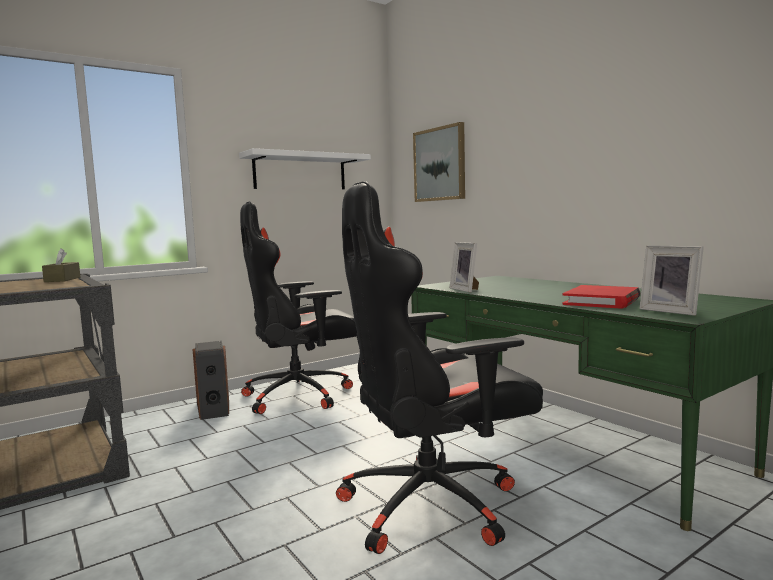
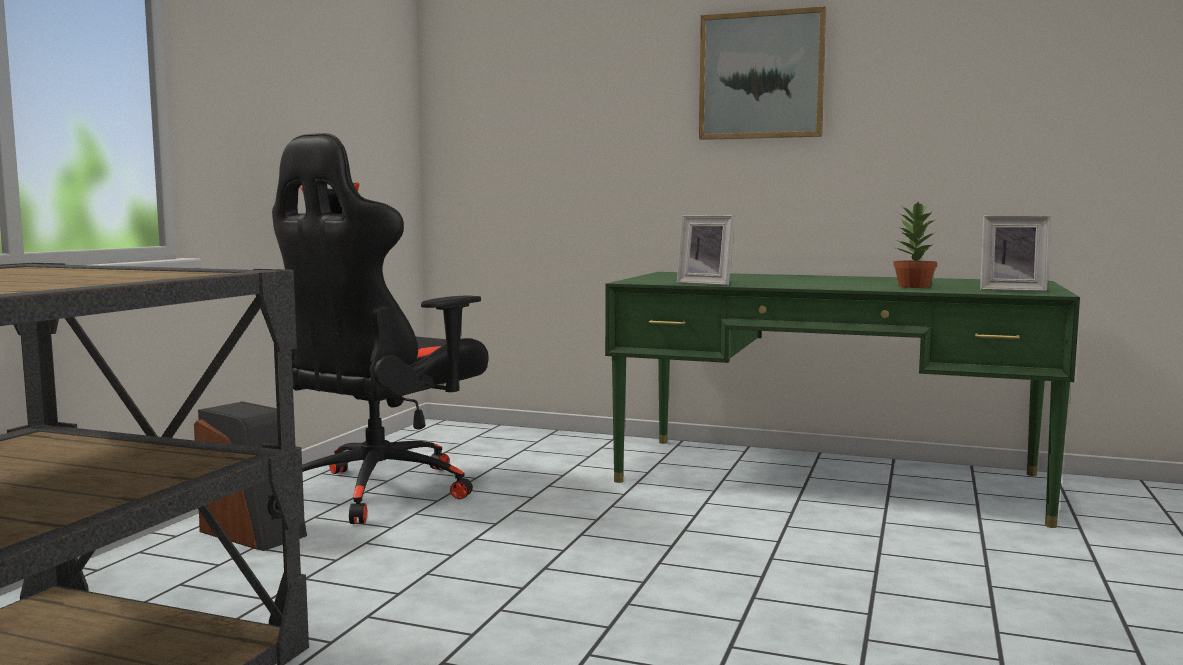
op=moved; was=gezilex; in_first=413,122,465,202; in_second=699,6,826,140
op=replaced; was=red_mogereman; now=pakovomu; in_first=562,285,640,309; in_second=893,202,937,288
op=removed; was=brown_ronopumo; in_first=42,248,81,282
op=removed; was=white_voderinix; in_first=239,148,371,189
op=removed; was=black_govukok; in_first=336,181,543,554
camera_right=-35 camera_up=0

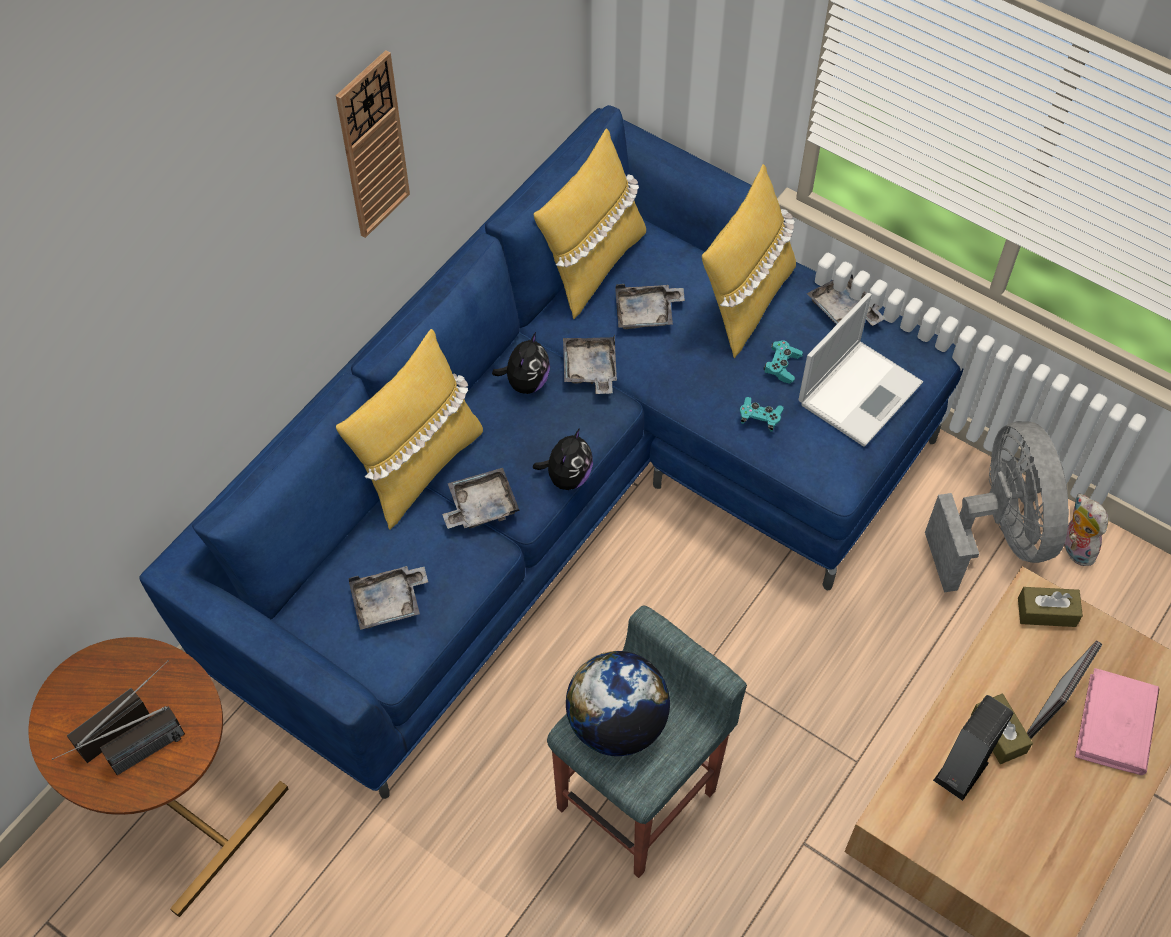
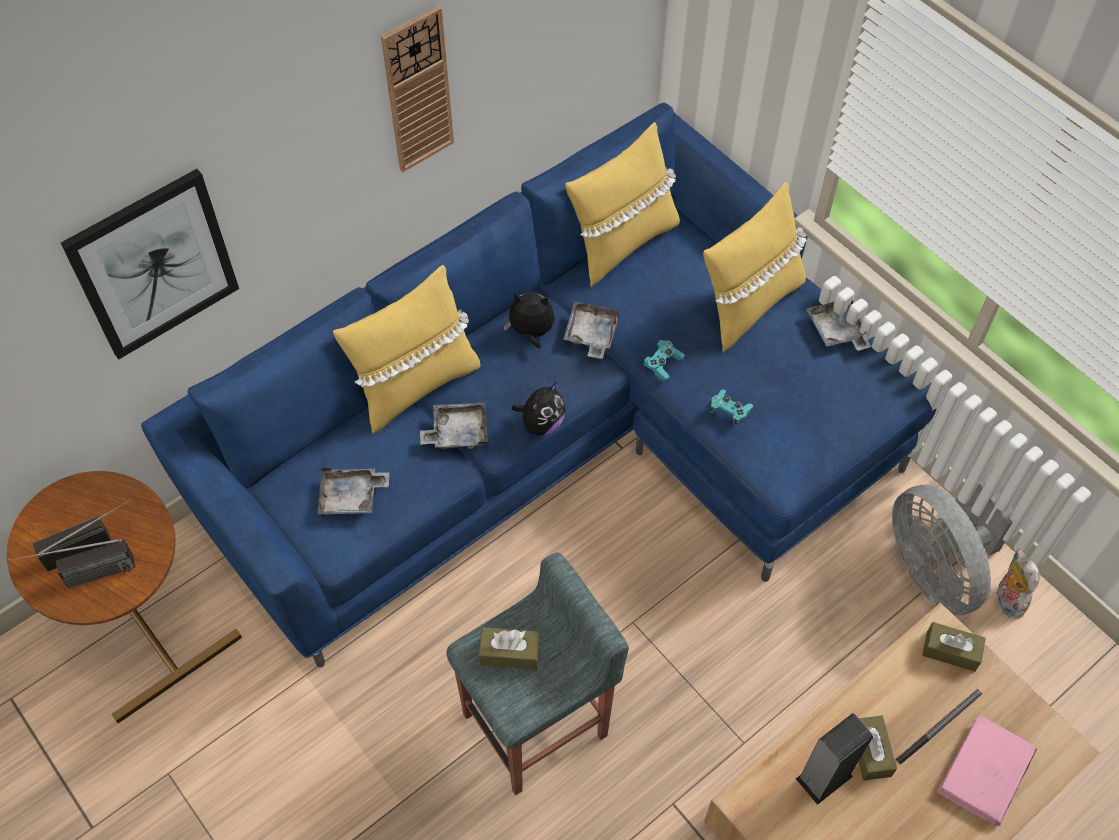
op=added; now=gezilex; in_second=61,169,239,359
op=replaced; was=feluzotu; now=brown_ronopumo; in_first=566,651,670,756; in_second=479,627,540,669
op=turned; was=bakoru; in_first=492,332,550,394; in_second=503,292,555,348; clockwise=-120
op=moved; was=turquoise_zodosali; in_first=764,340,803,384; in_second=643,340,685,381
op=turned; was=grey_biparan; in_first=925,421,1069,592; in_second=892,471,1013,616; clockwise=150
op=removed; was=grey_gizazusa; in_first=615,284,685,329
op=removed; was=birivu; in_first=798,293,923,447
camera_right=15 camera_up=0

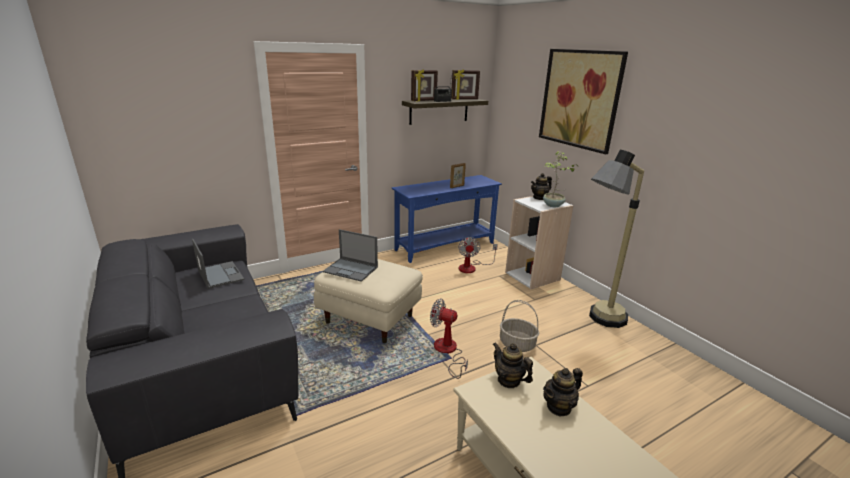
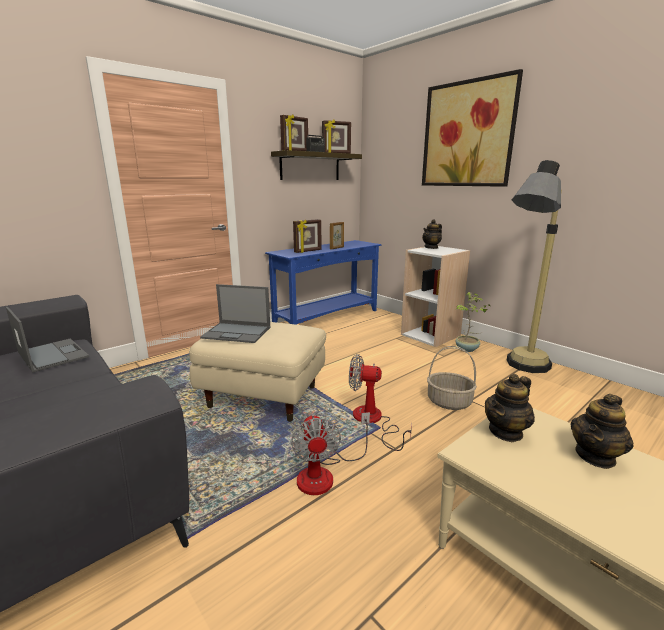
op=moved; was=biparan; in_first=458,237,498,273; in_second=291,412,370,495
op=added; now=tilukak; in_second=293,219,321,253
op=moved; was=pakovomu; in_first=543,151,578,207; in_second=456,292,491,352
op=turned; was=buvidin; in_first=493,342,533,388; in_second=485,374,535,442; clockwise=-75
camera_right=-10 camera_up=-5

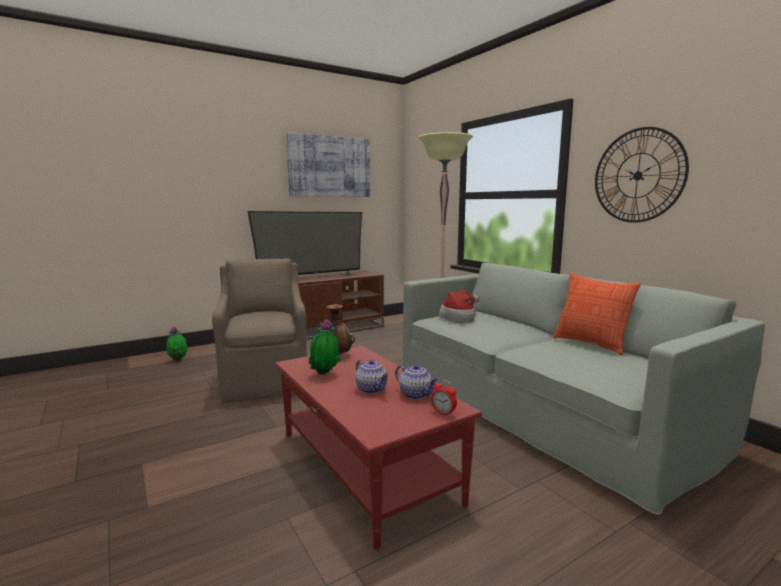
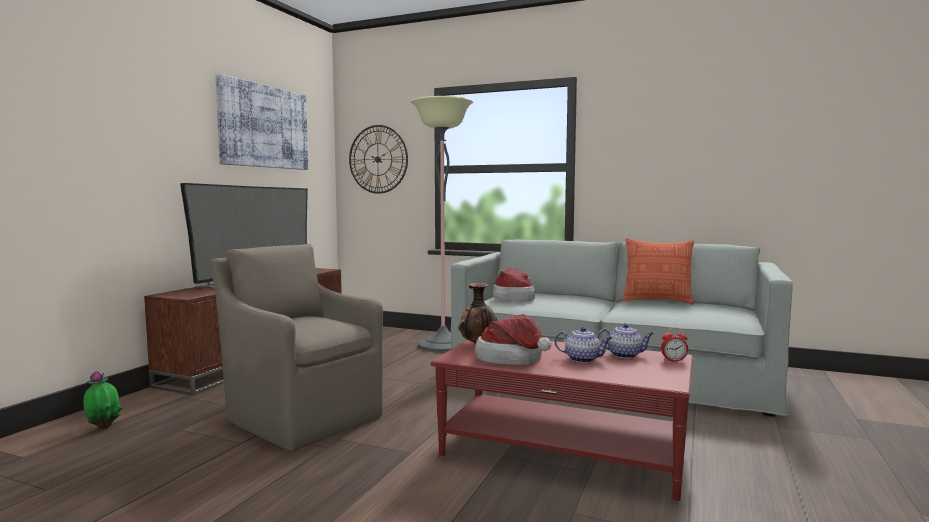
op=moved; was=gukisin; in_first=595,127,689,223; in_second=349,125,408,194
op=replaced; was=pakovomu; now=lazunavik; in_first=308,319,341,375; in_second=475,314,551,365
camera_right=-35 camera_up=-5

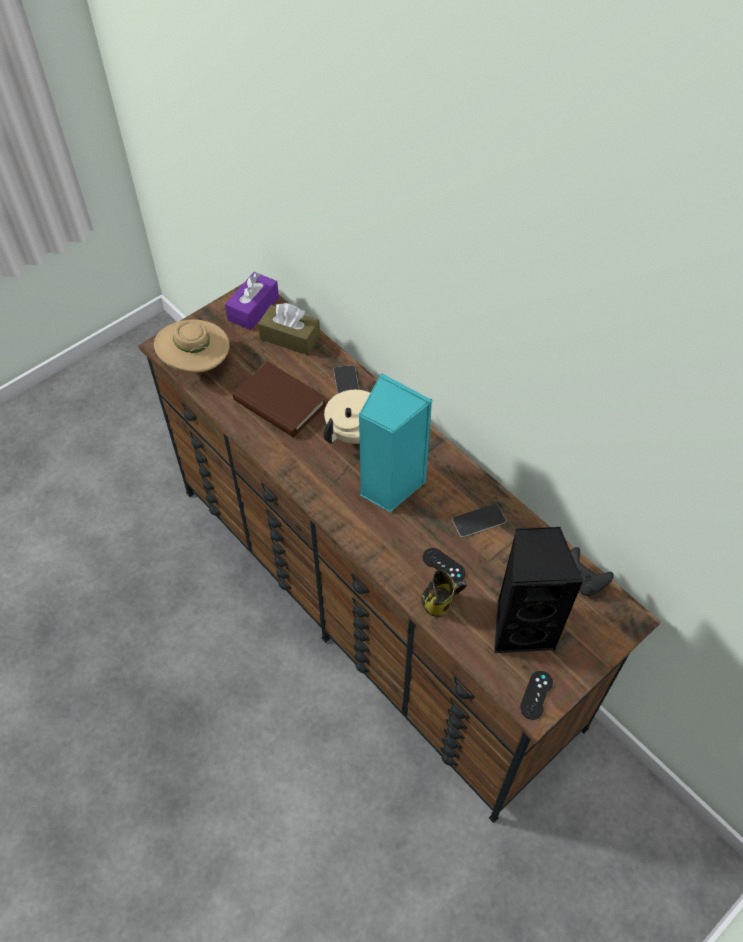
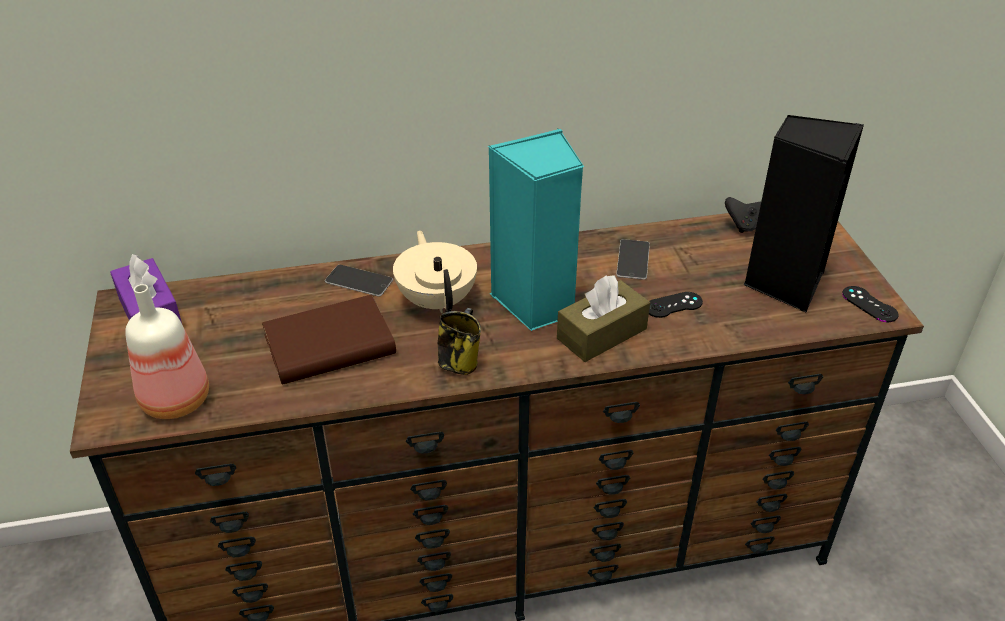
op=replaced; was=beige_lazunavik; now=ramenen; in_first=154,319,230,373; in_second=125,284,209,419
op=moved; was=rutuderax; in_first=421,570,467,617; in_second=437,308,481,375
op=moved; was=brown_ronopumo; in_first=258,303,320,355; in_second=557,275,650,362
camera_right=-60 camera_up=-15

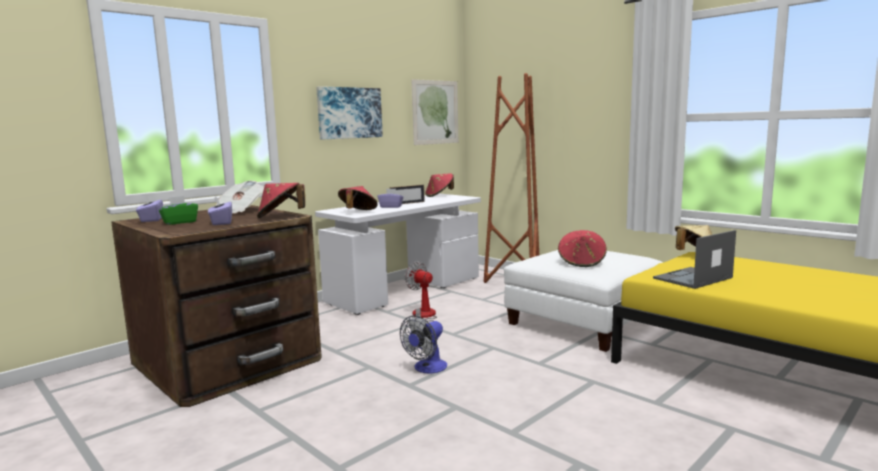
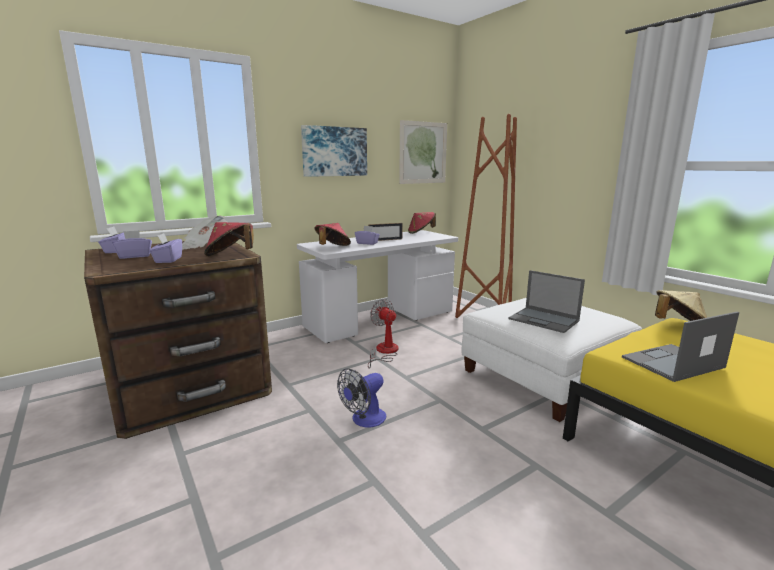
op=recoloured; was=green_ronopumo; now=purple_ronopumo; in_first=159,196,198,225; in_second=112,230,152,259
op=replaced; was=red_lazunavik; now=birivu; in_first=558,230,607,267; in_second=509,270,585,333
camera_right=10 camera_up=5

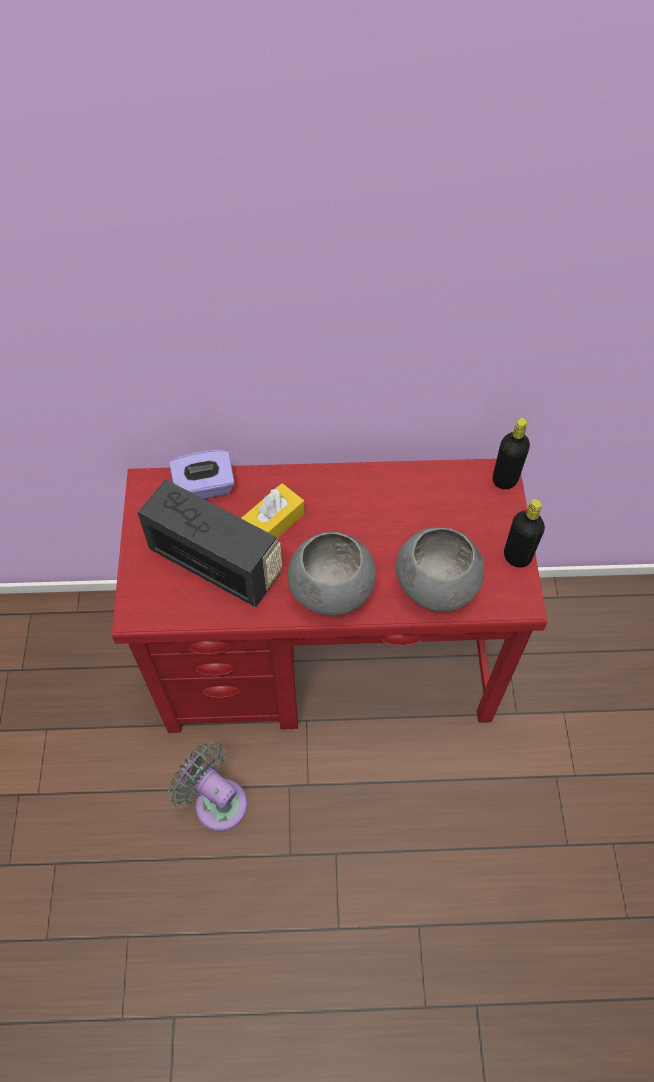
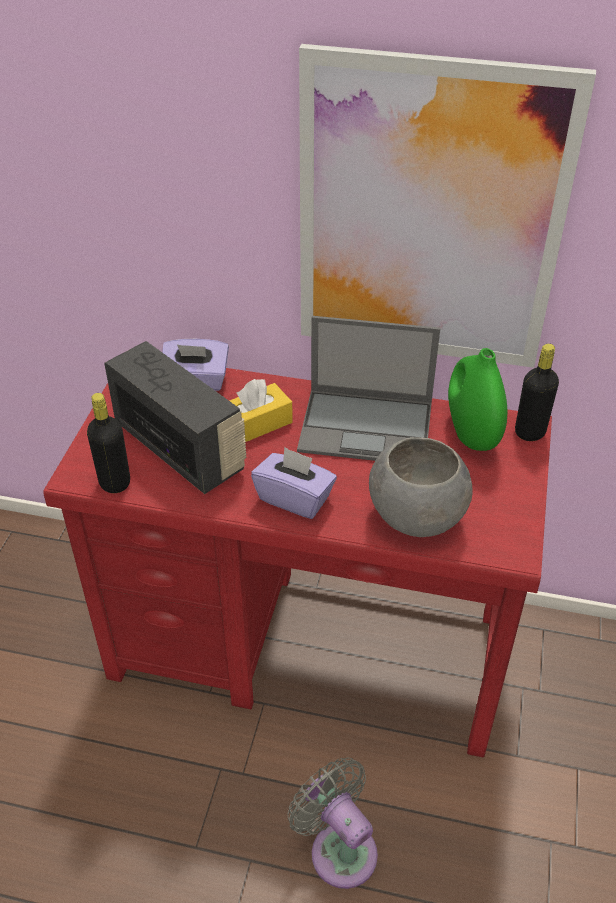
op=moved; was=black_ramenen; in_first=504,499,545,567; in_second=87,393,130,493
op=replaced; was=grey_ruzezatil; now=purple_ronopumo; in_first=288,532,376,616; in_second=251,447,337,519
op=moved; was=grey_biparan; in_first=168,741,247,831; in_second=288,757,378,889
op=added; now=birivu; in_second=297,316,440,461
op=added; now=gezilex; in_second=299,44,596,368
op=added; now=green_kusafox; in_second=448,348,508,451
camera_right=15 camera_up=-15

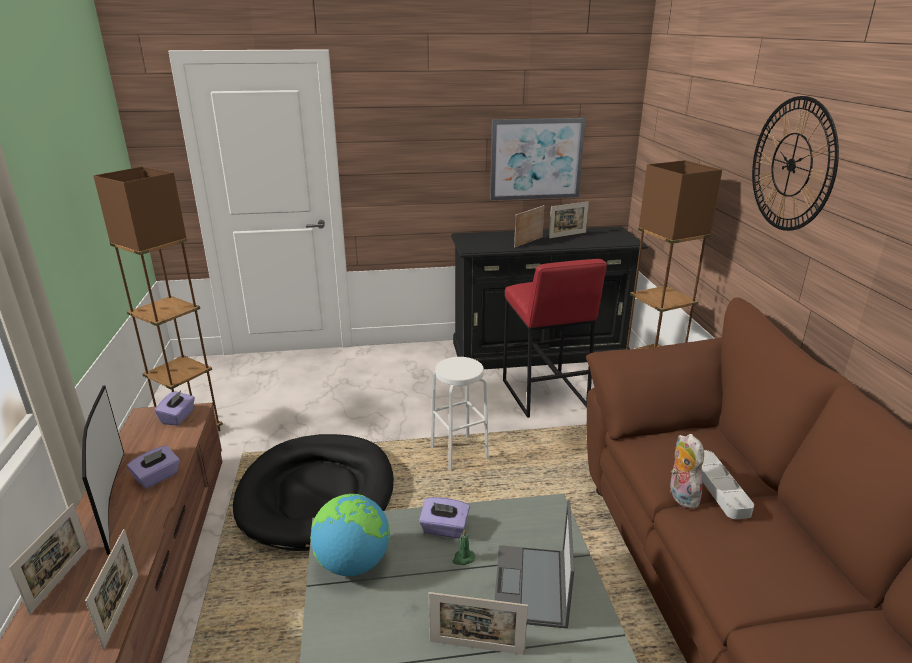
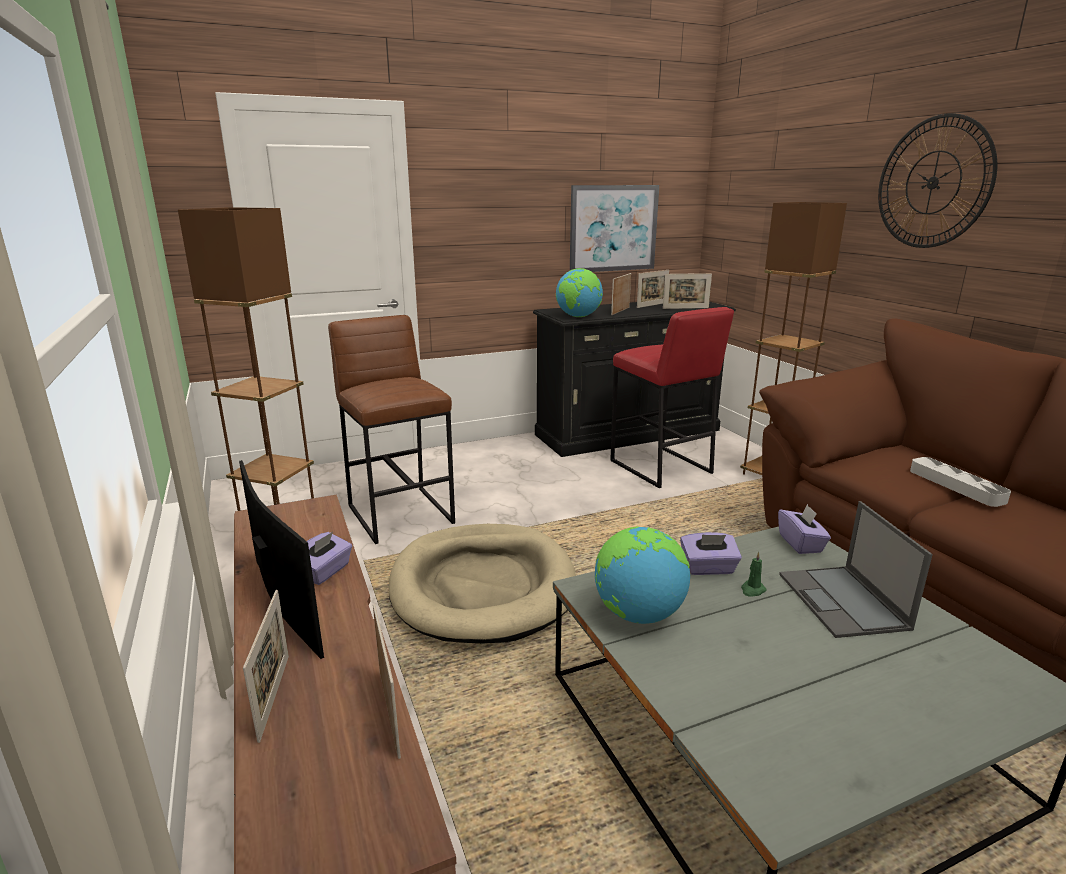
op=added; now=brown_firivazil; in_second=328,315,455,544
op=recoloured; was=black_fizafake; now=beige_fizafake; in_first=233,434,394,551; in_second=389,524,576,644
op=added; now=feluzotu; in_second=556,268,603,317
op=moved; was=tilukak; in_first=429,592,528,655; in_second=663,273,712,309
op=moved; was=purple_ronopumo; in_first=155,390,195,425; in_second=778,504,831,554
op=removed; was=white_firivazil; in_first=431,357,489,471
op=removed; was=bakoru; in_first=670,434,704,508
camera_right=-15 camera_up=-5

